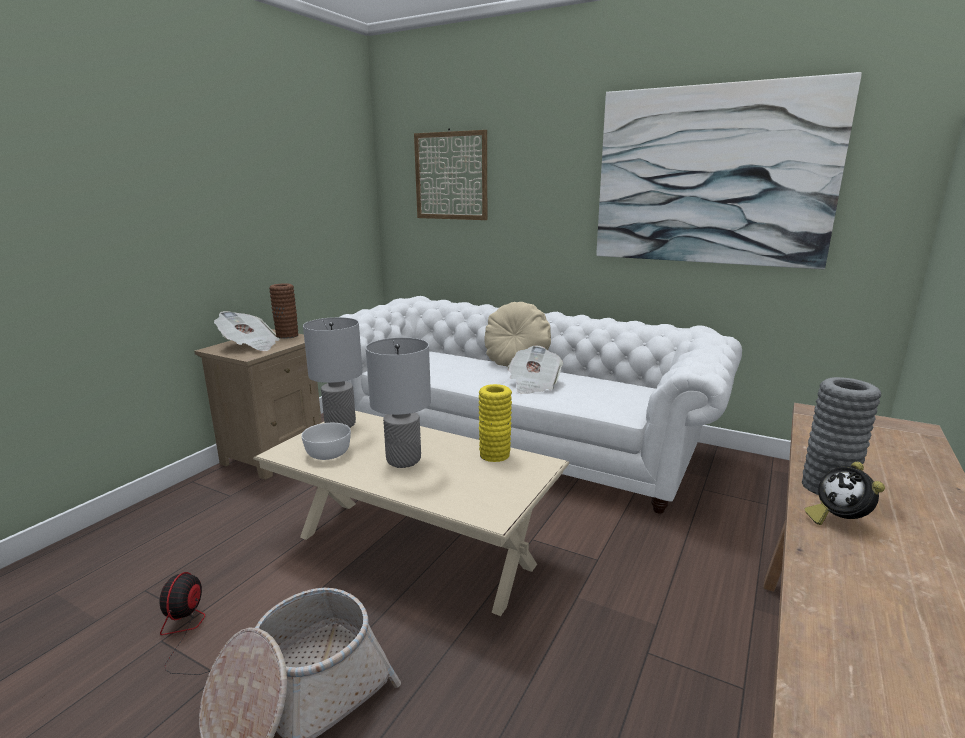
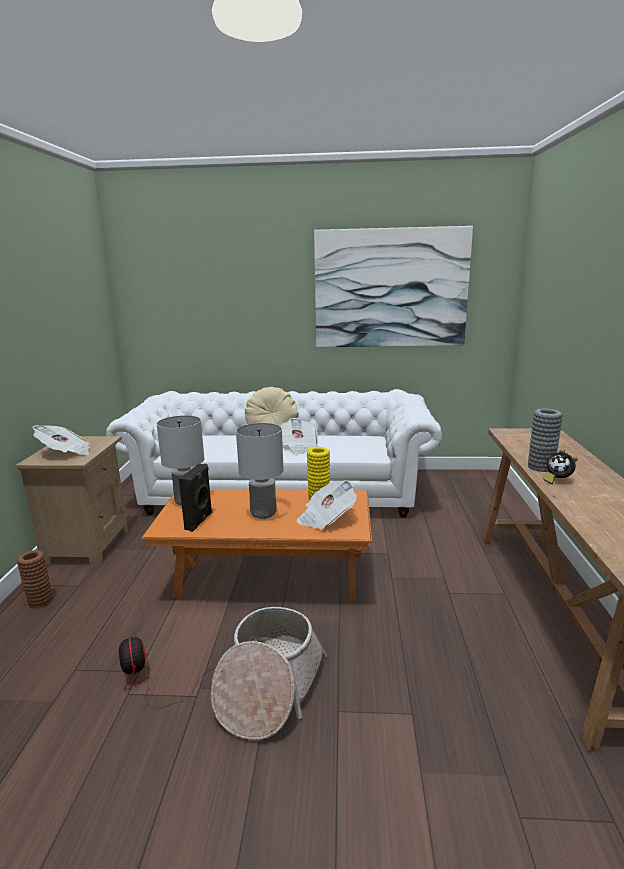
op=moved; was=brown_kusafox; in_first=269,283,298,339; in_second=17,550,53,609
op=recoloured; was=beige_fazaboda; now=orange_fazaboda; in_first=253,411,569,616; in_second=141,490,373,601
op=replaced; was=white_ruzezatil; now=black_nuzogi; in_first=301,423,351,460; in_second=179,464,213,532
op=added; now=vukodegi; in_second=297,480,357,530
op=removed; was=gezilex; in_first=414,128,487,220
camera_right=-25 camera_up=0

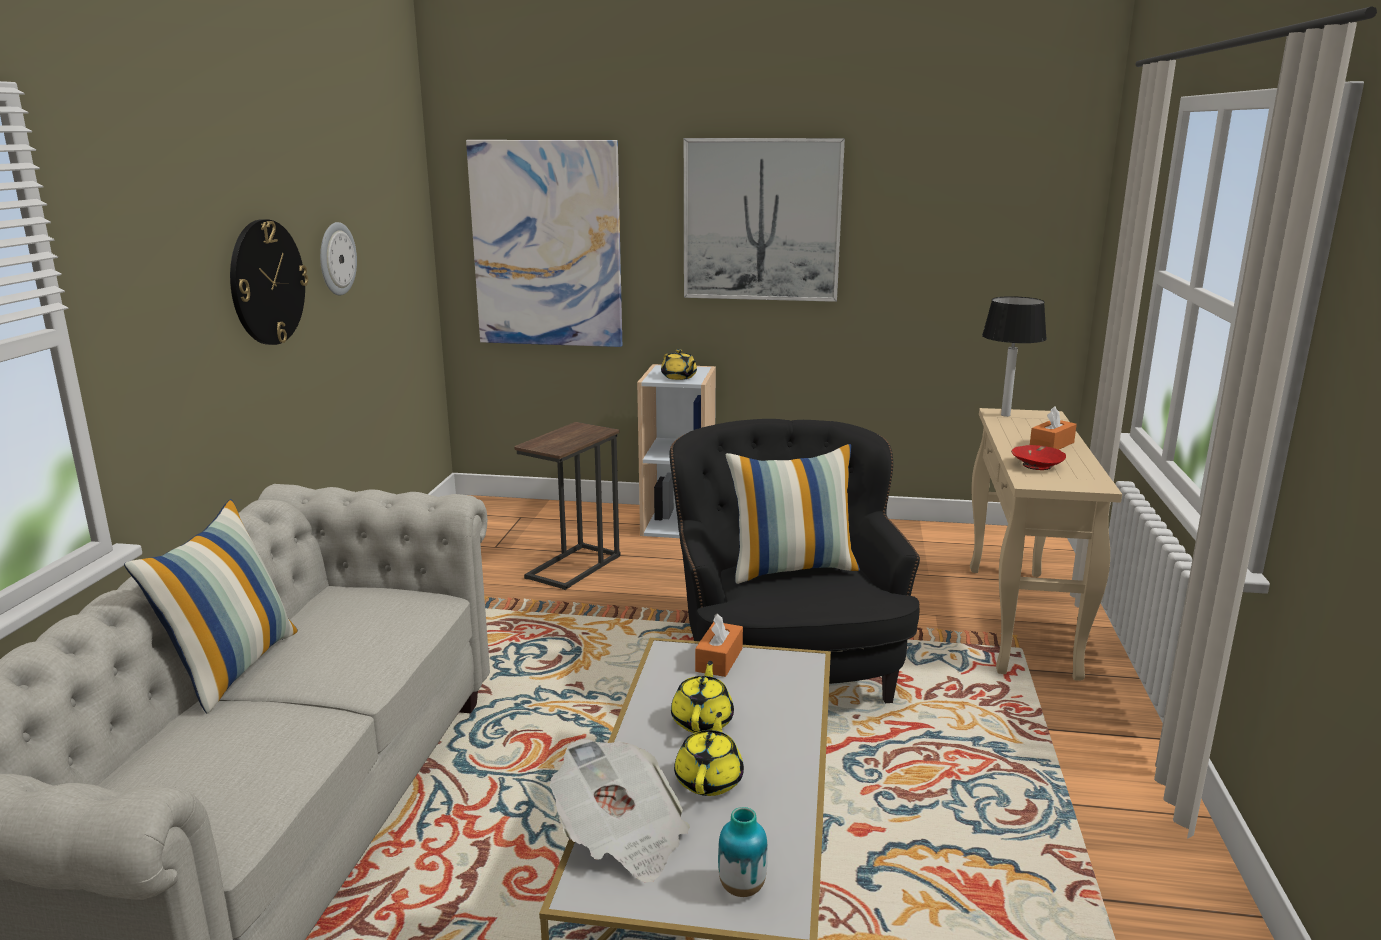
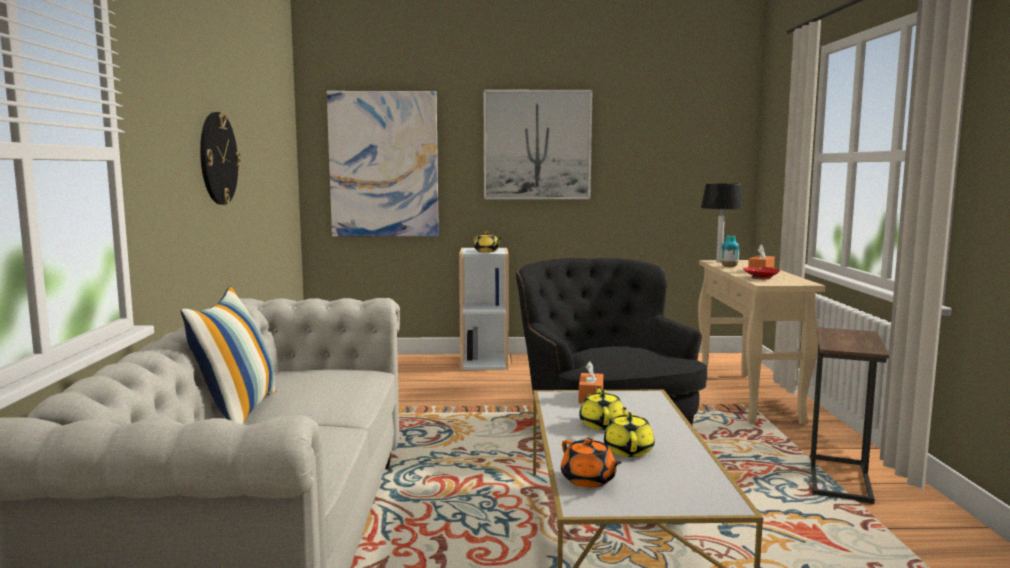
op=replaced; was=vukodegi; now=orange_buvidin; in_first=550,738,690,882; in_second=561,437,621,487
op=moved; was=kusafox; in_first=718,807,768,897; in_second=721,236,739,267
op=moved; was=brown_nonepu; in_first=514,422,621,590; in_second=810,327,889,504
op=removed; was=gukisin; in_first=320,222,357,295
op=removed; was=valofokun; in_first=725,444,860,584
camera_right=-10 camera_up=-10

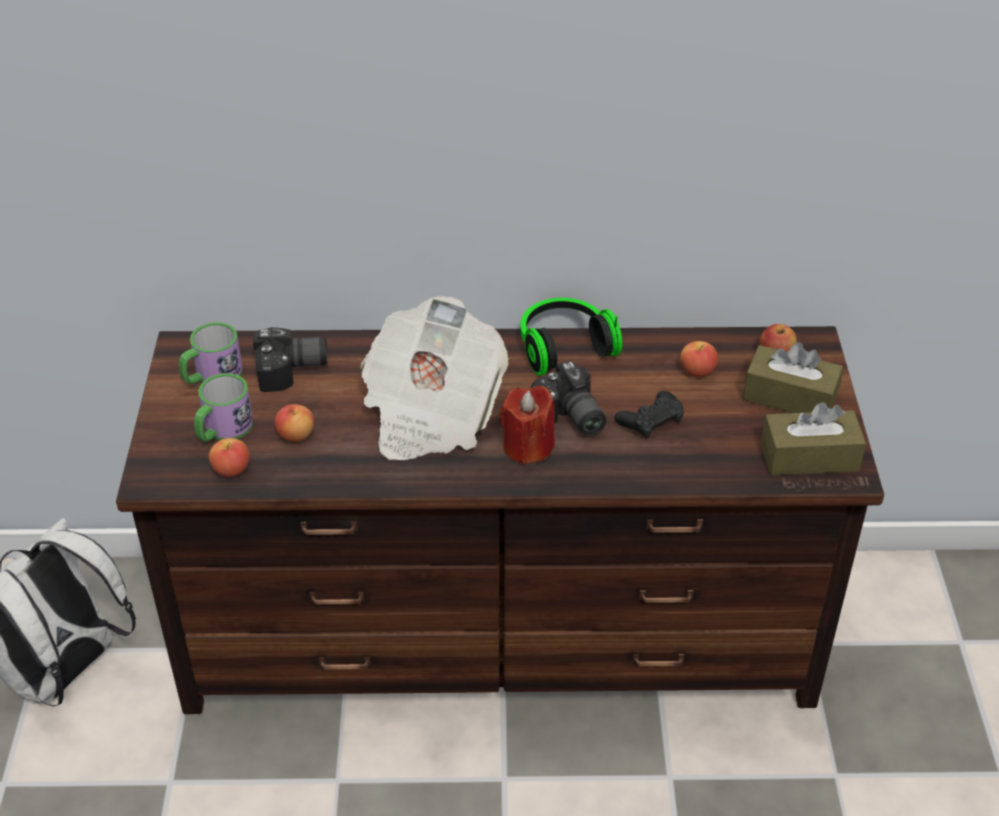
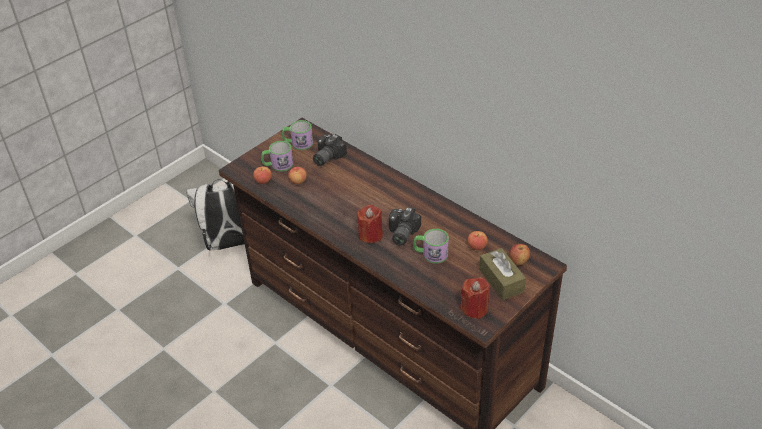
op=turned; was=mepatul; in_first=253,327,327,392; in_second=313,134,347,166; clockwise=90
op=replaced; was=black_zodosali; now=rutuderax; in_first=615,391,684,438; in_second=413,229,449,264
op=replaced; was=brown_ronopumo; now=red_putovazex; in_first=761,402,866,475; in_second=460,277,490,319
op=removed; was=vukodegi; in_first=360,296,509,460
op=removed; was=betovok; in_first=521,298,622,376
camera_right=45 camera_up=0

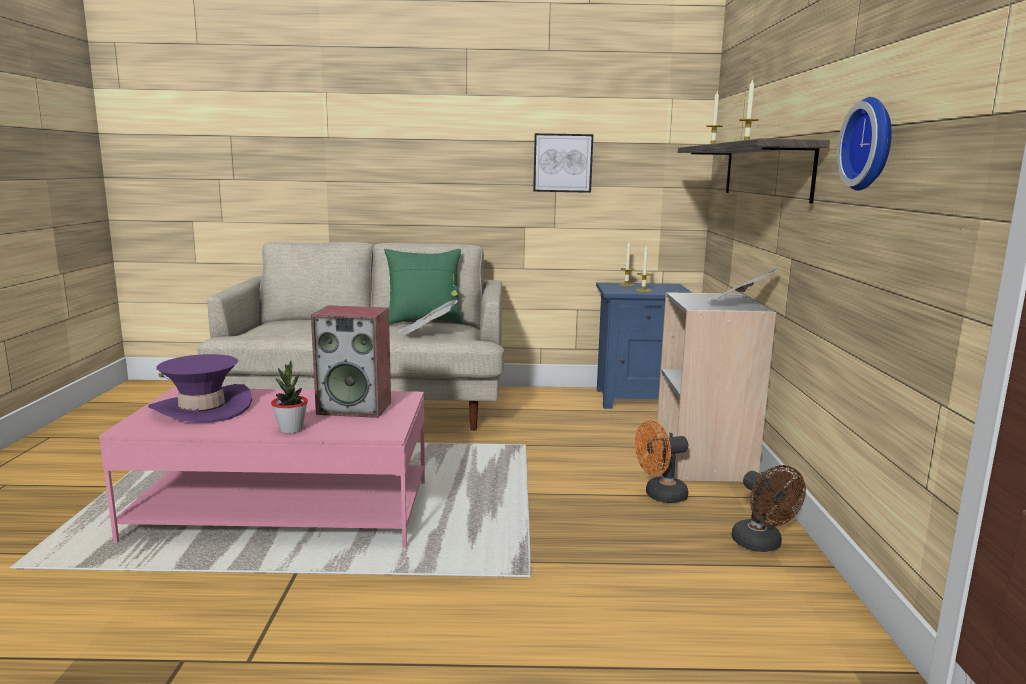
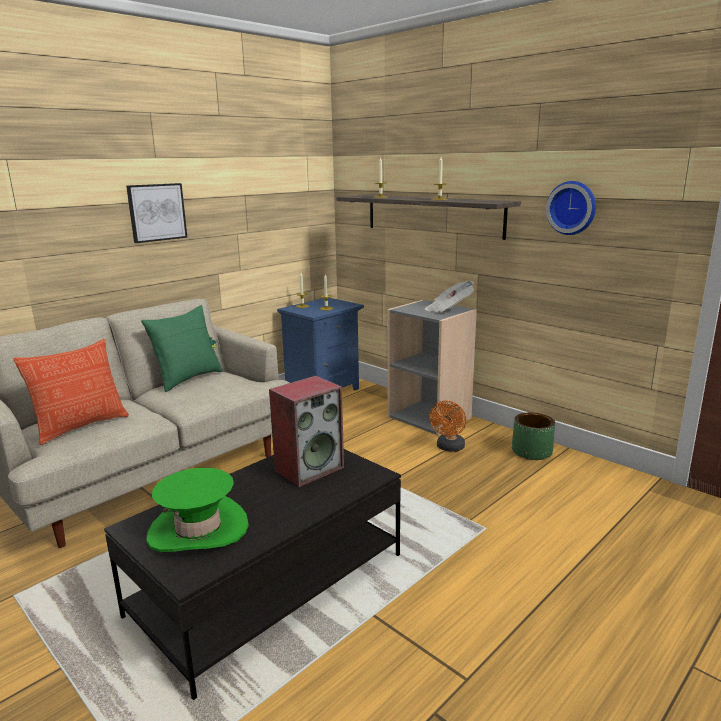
op=added; now=orange_valofokun; in_second=14,339,129,445
op=recoloured; was=pink_fazaboda; now=black_fazaboda; in_first=99,387,425,548; in_second=104,449,401,700
op=moved; was=gezilex; in_first=533,133,593,193; in_second=126,183,188,243
op=recoloured; was=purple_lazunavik; now=green_lazunavik; in_first=148,354,252,423; in_second=147,468,249,552
op=replaced; was=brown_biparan; now=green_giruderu; in_first=732,465,806,552; in_second=512,412,555,460
op=removed; was=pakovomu; in_first=271,361,308,434
op=removed; was=vukodegi; in_first=398,300,458,335
camera_right=-45 camera_up=5

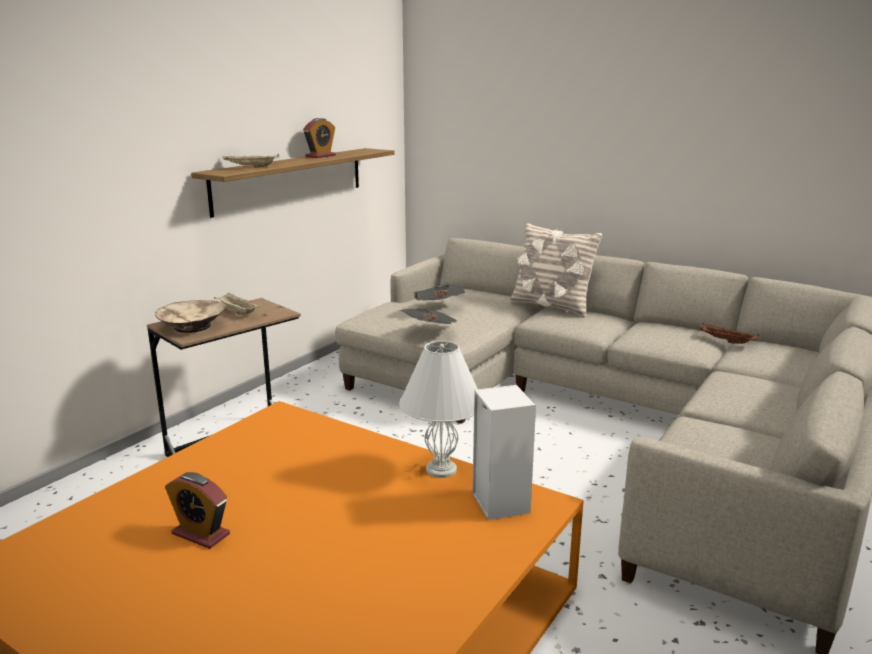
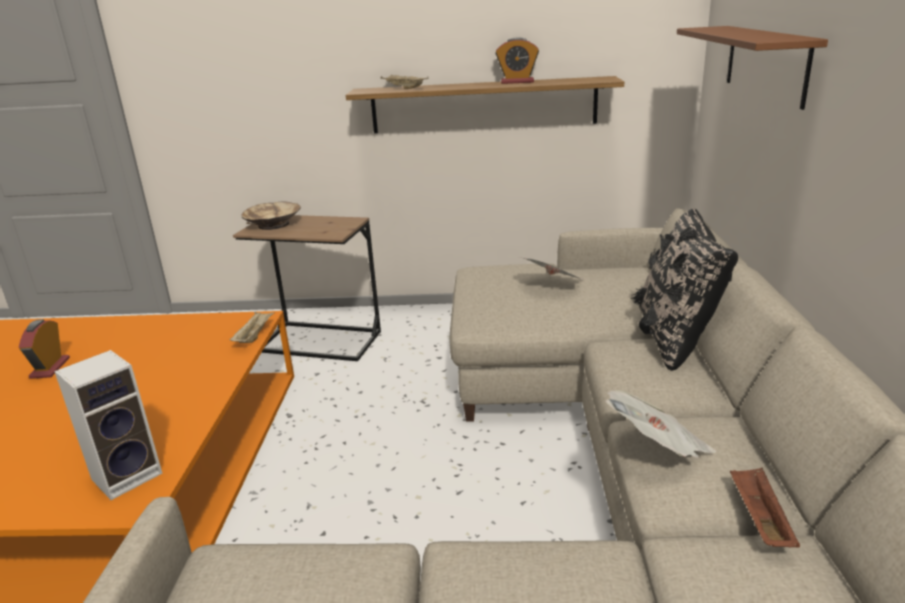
op=moved; was=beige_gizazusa; in_first=214,292,261,315; in_second=229,312,275,343
op=moved; was=vukodegi; in_first=400,308,457,324; in_second=605,390,716,458
op=recoloured; was=beige_valofokun; now=black_valofokun; in_first=510,223,602,318; in_second=630,208,738,371
op=added; now=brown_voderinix; in_second=677,26,828,110
op=removed; was=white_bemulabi; in_first=399,341,478,478
camera_right=60 camera_up=5

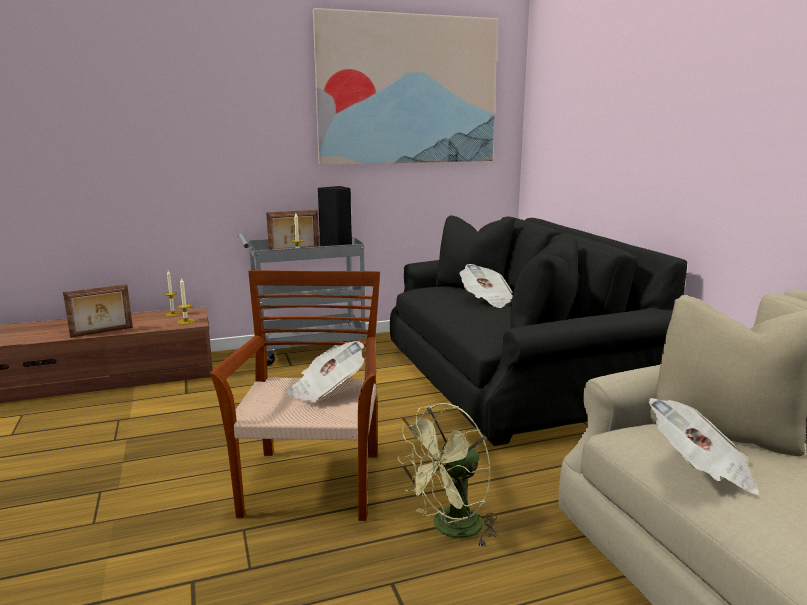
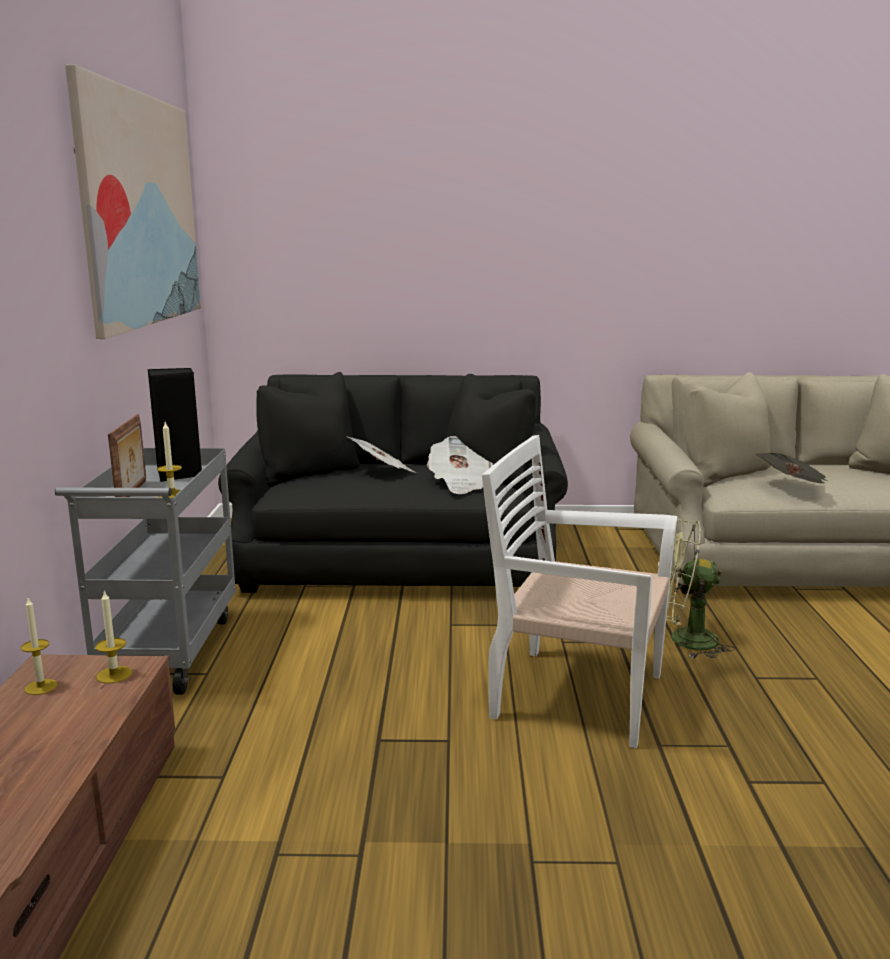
op=moved; was=vukodegi; in_first=286,341,365,402; in_second=427,436,493,494
op=recoloured; was=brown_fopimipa; now=white_fopimipa; in_first=210,270,380,521; in_second=482,435,677,748
op=turned; was=green_biparan; in_first=397,403,498,548; in_second=657,519,735,659; clockwise=120
op=removed; was=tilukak; in_first=63,284,133,338
camera_right=-70 camera_up=0

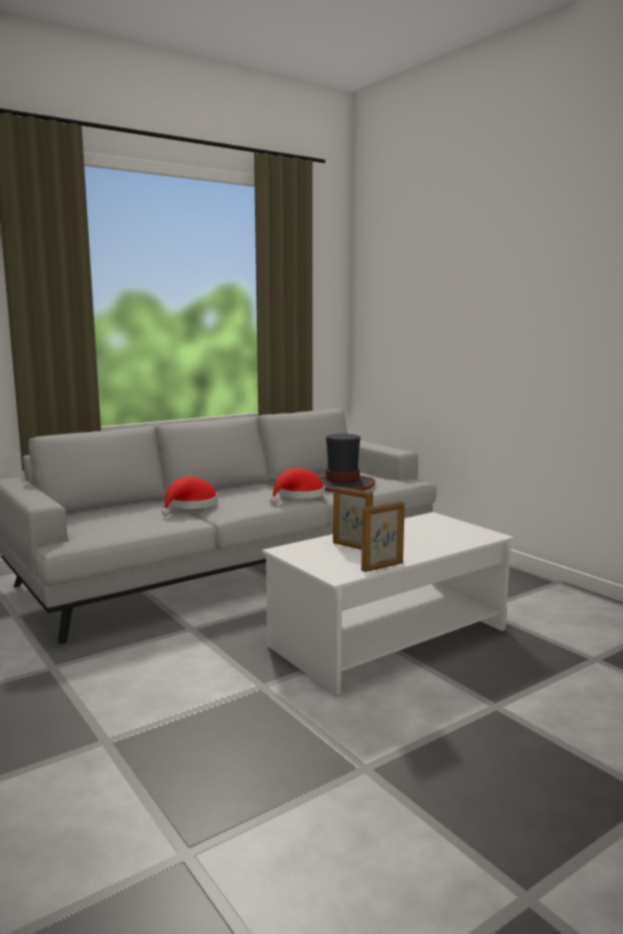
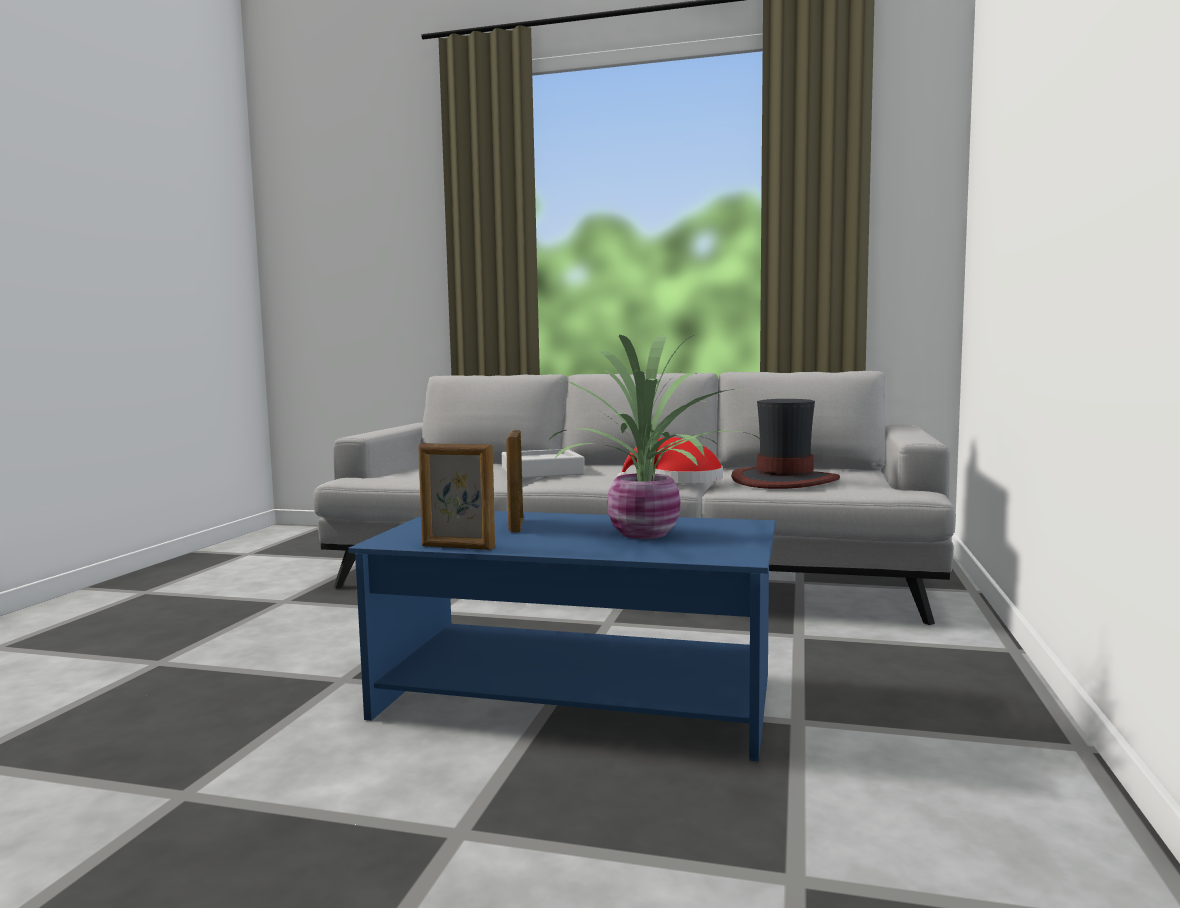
op=recoloured; was=white_fazaboda; now=blue_fazaboda; in_first=262,512,514,695; in_second=348,511,775,761
op=replaced; was=red_lazunavik; now=grey_gizazusa; in_first=162,477,218,516; in_second=502,449,585,478
op=added; now=pakovomu; in_second=549,335,763,539
camera_right=50 camera_up=-5

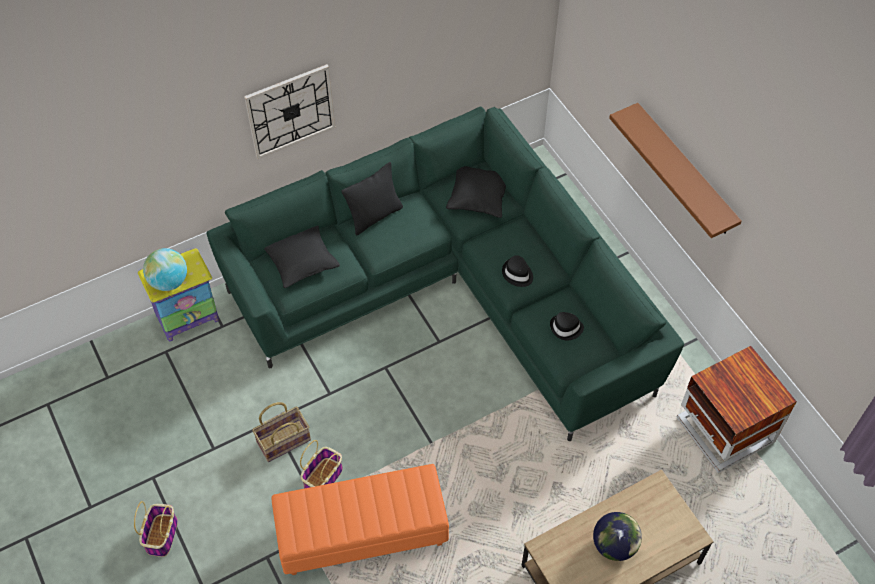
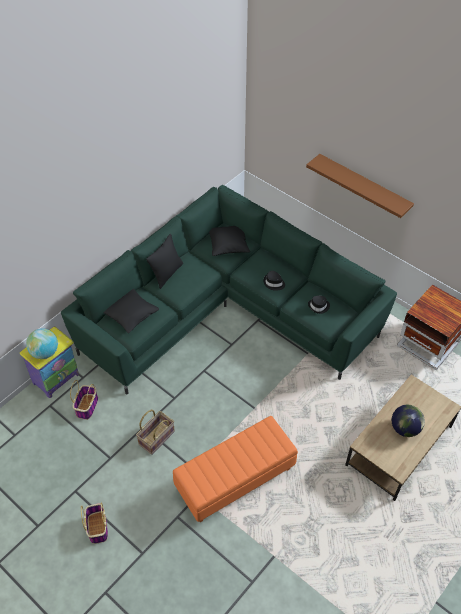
op=moved; was=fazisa; in_first=300,440,343,489; in_second=70,380,98,420
op=removed; was=gukisin; in_first=244,64,336,159
camera_right=-20 camera_up=-5

